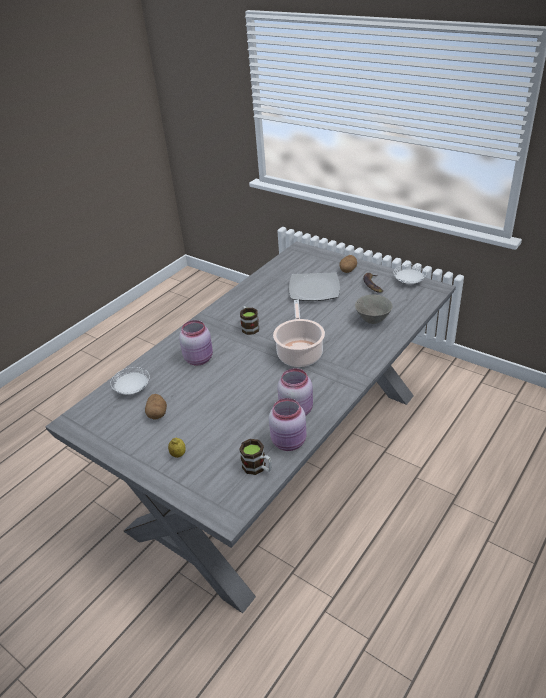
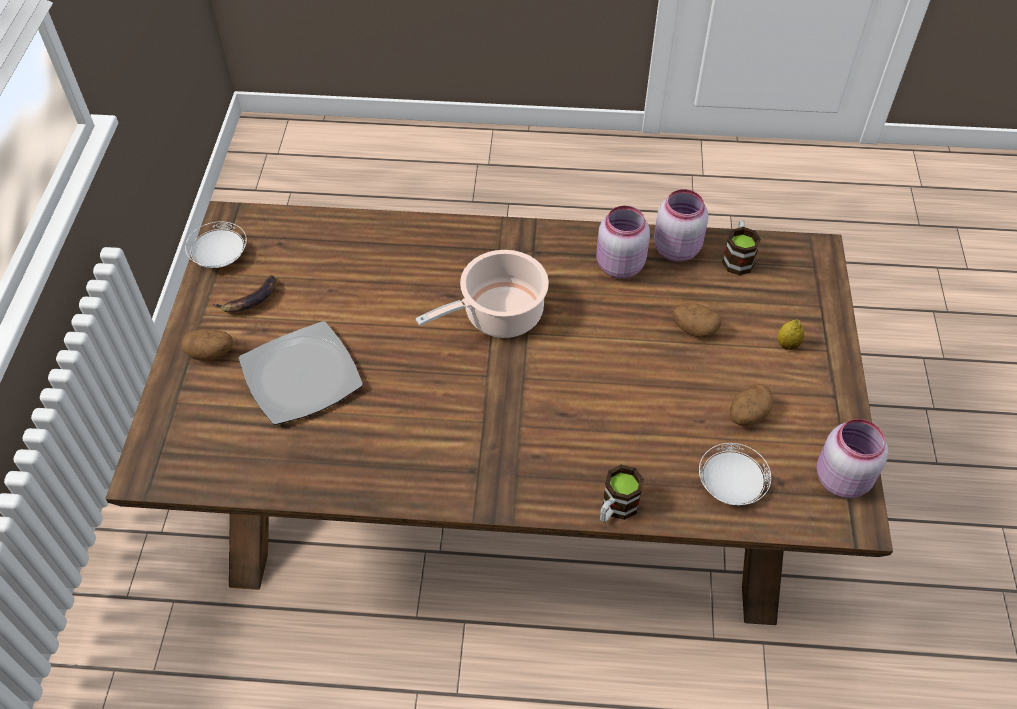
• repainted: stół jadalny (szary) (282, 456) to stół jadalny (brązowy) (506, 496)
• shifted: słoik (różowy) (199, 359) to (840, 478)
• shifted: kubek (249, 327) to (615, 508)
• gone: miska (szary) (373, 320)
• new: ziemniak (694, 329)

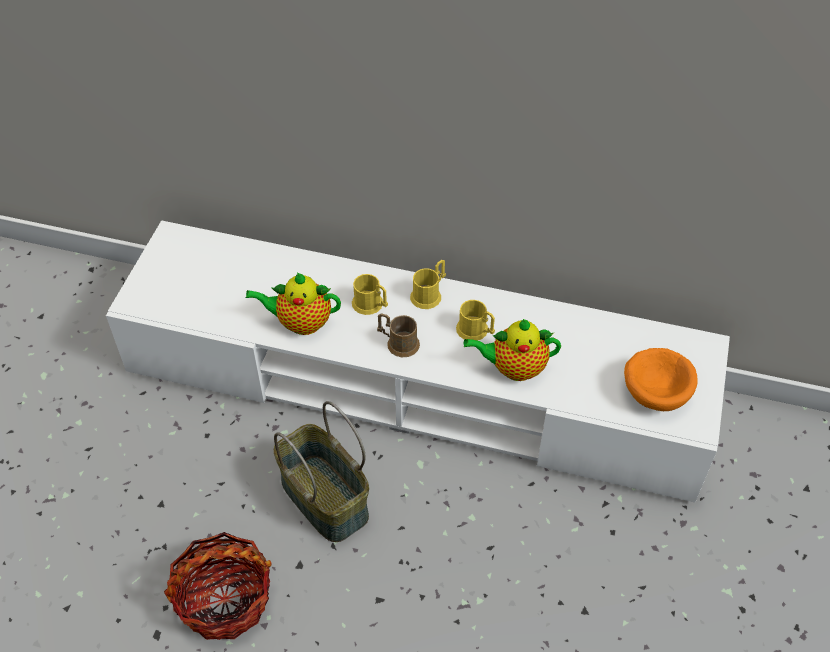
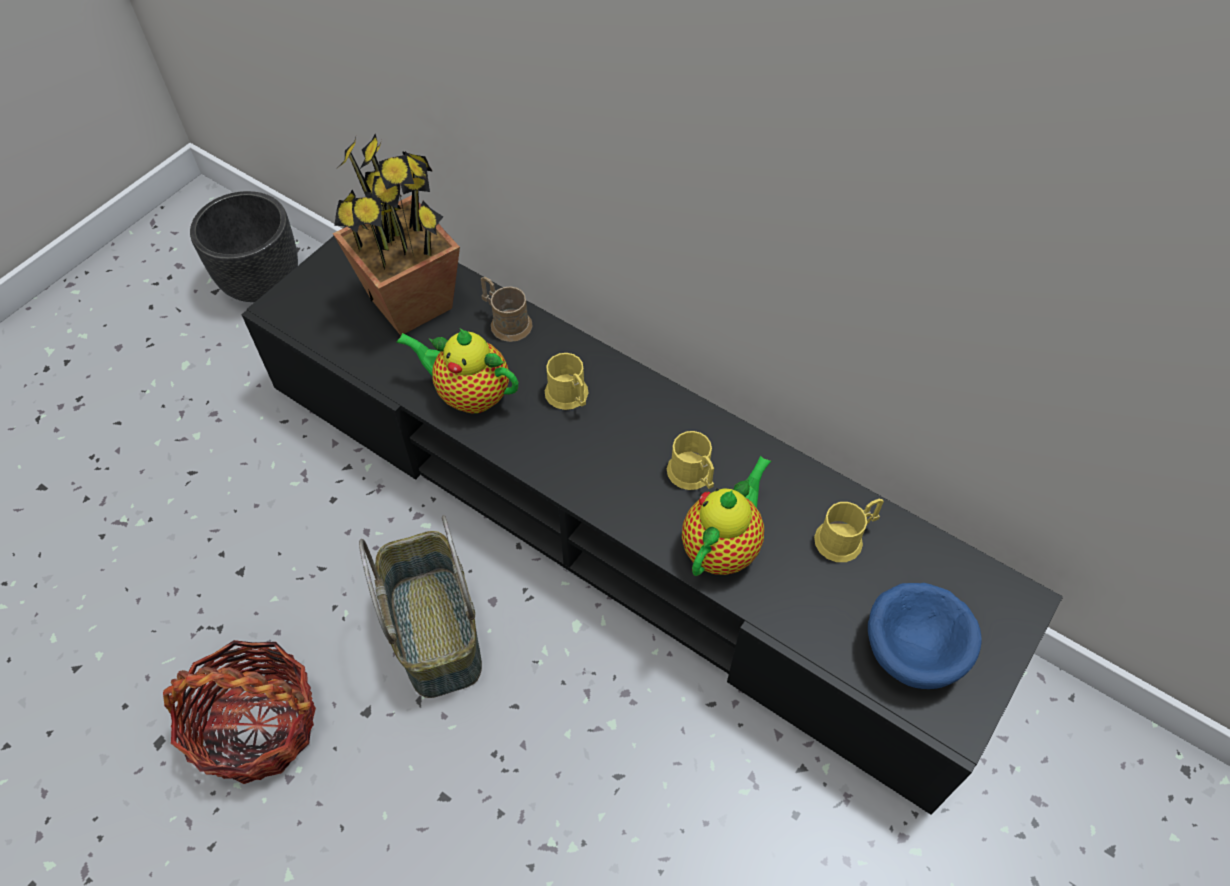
• repainted: szafka pod telewizor (biały) (416, 385) to szafka pod telewizor (czarny) (616, 515)
• shifted: kubek (brązowy) (398, 343) to (506, 322)
• shifted: kubek (żółty) (429, 294) to (845, 538)
• rotated: imbryk (514, 368) = (723, 546) 105 degrees clockwise
• repainted: miska (pomarańczowy) (656, 392) to miska (niebieski) (915, 648)
• new: donica (czarny) (263, 283)
• new: roślina doniczkowa (410, 303)

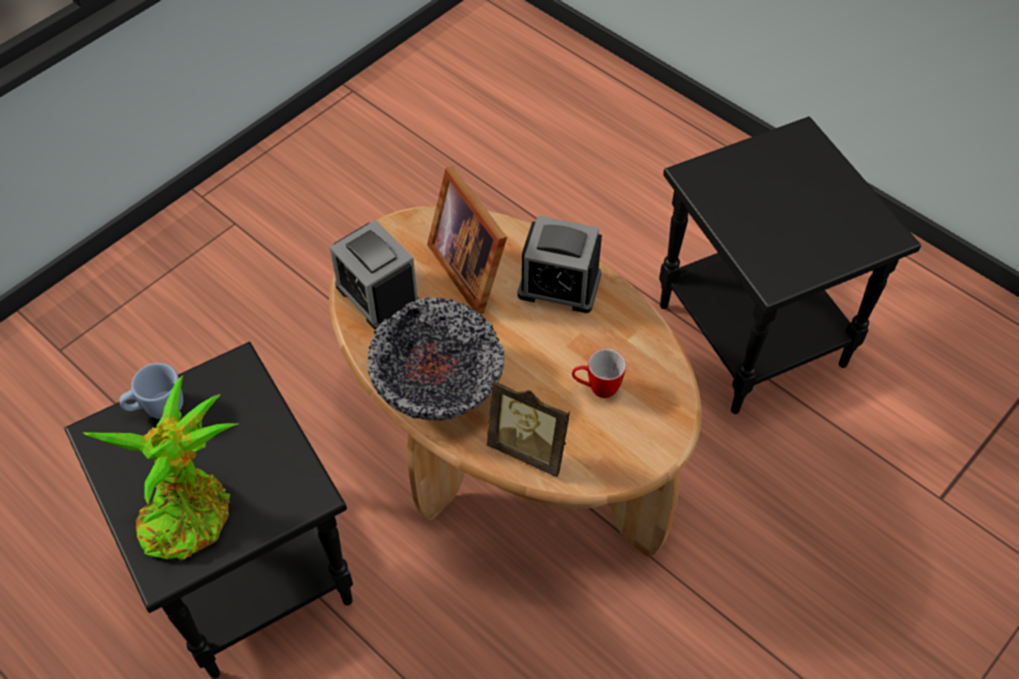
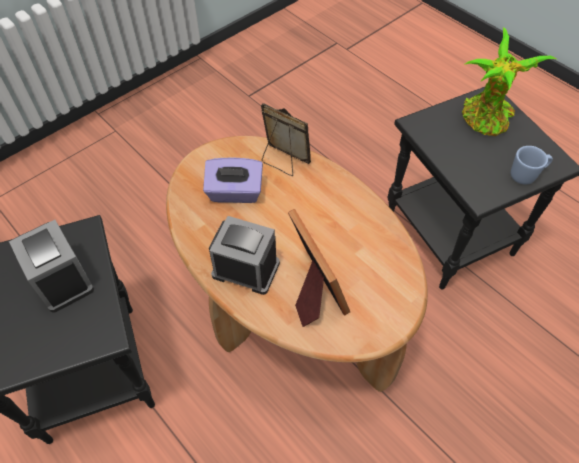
• shifted: budzik (377, 295) to (61, 279)
• gone: miska (439, 387)
• swapped: kubek (596, 388) to pudełko chusteczek (fioletowy) (234, 193)

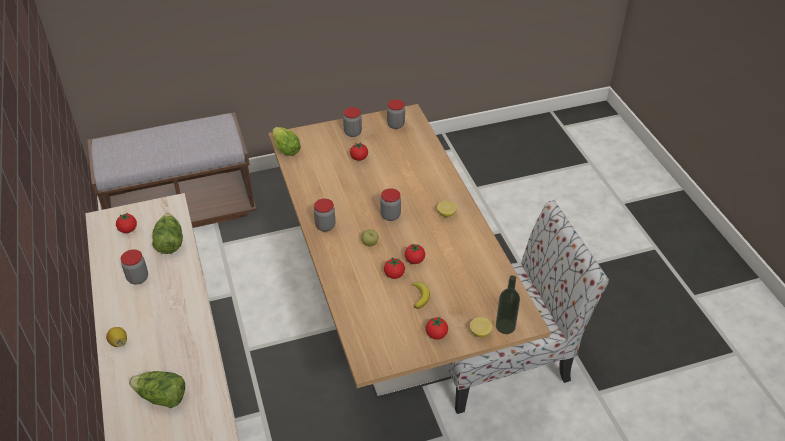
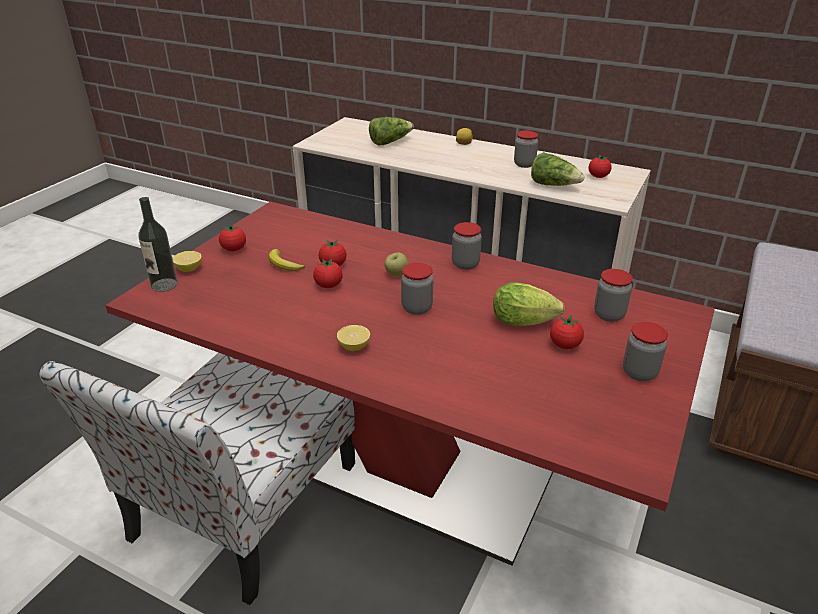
• repainted: stół jadalny (beżowy) (392, 315) to stół jadalny (czerwony) (409, 465)
• shifted: sałata (285, 148) to (526, 322)
• shifted: słoik (396, 125) to (609, 315)

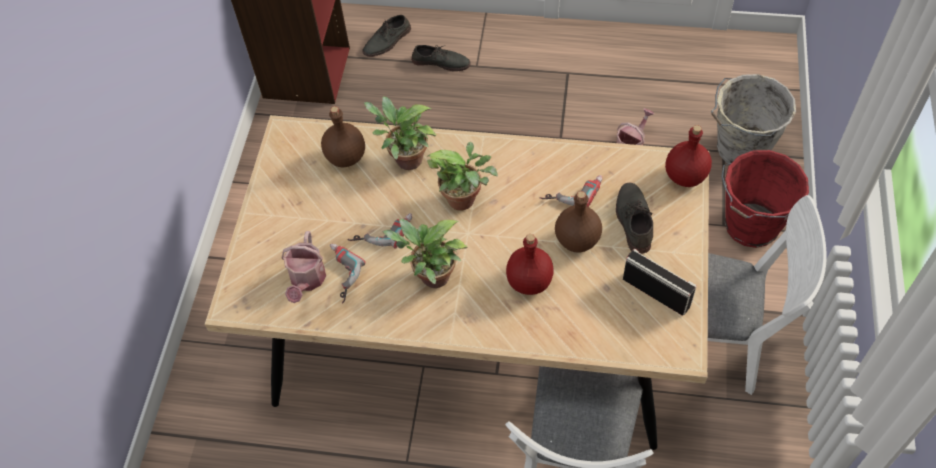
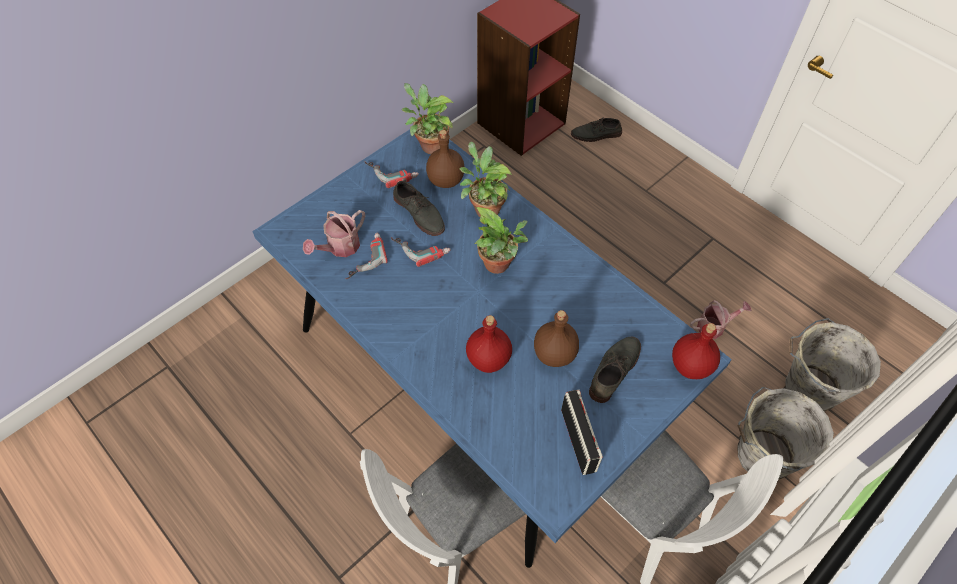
• repainted: stół jadalny (beżowy) (473, 327) to stół jadalny (niebieski) (476, 375)
• shifted: roślina doniczkowa (431, 277) to (429, 145)
• shifted: but (szary) (441, 62) to (419, 213)
• shifted: wiertarka (572, 190) to (392, 171)
• repainted: wiadro (czerwony) (750, 227) to wiadro (szary) (761, 456)

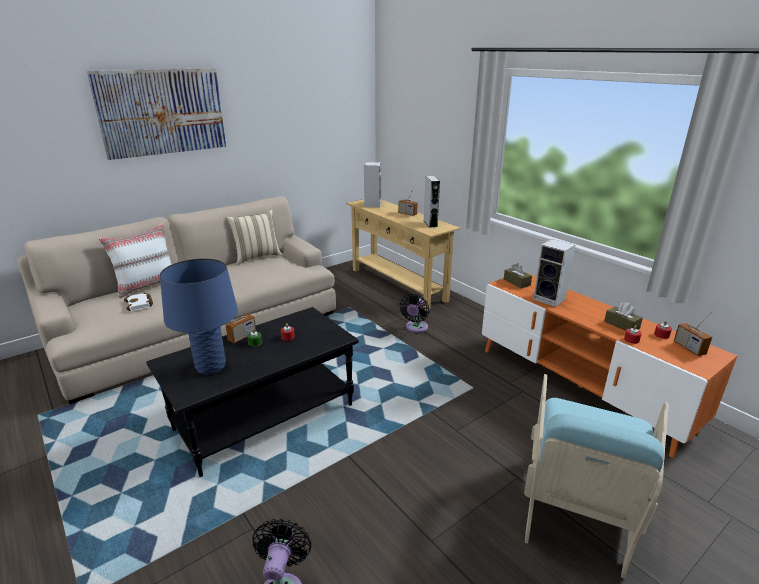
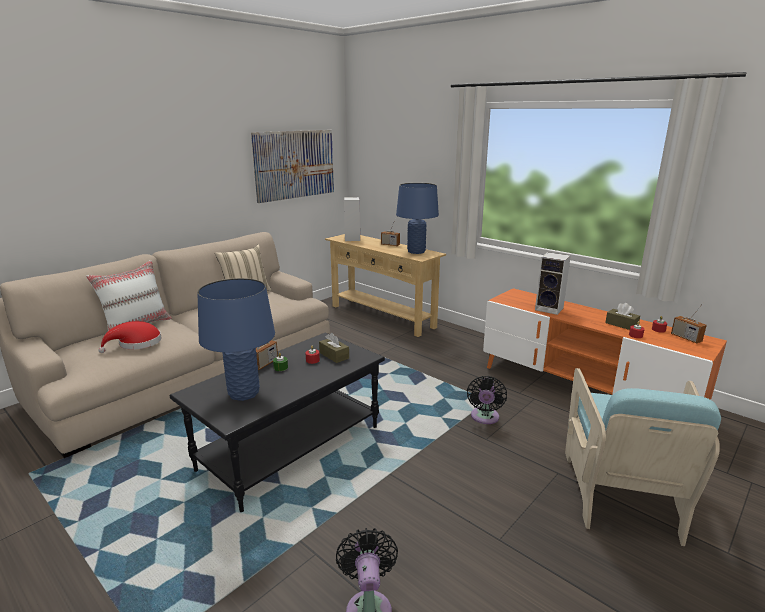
• shifted: obraz (162, 112) to (294, 164)
• swapped: książka (biały) (140, 304) to kapelusz (czerwony) (136, 343)
• shifted: wentylator (czarny) (415, 328) to (484, 418)
• swapped: głośnik (szary) (430, 223) to lampa stołowa (niebieski) (416, 251)
• shifted: pudełko chusteczek (brązowy) (516, 282) to (334, 355)

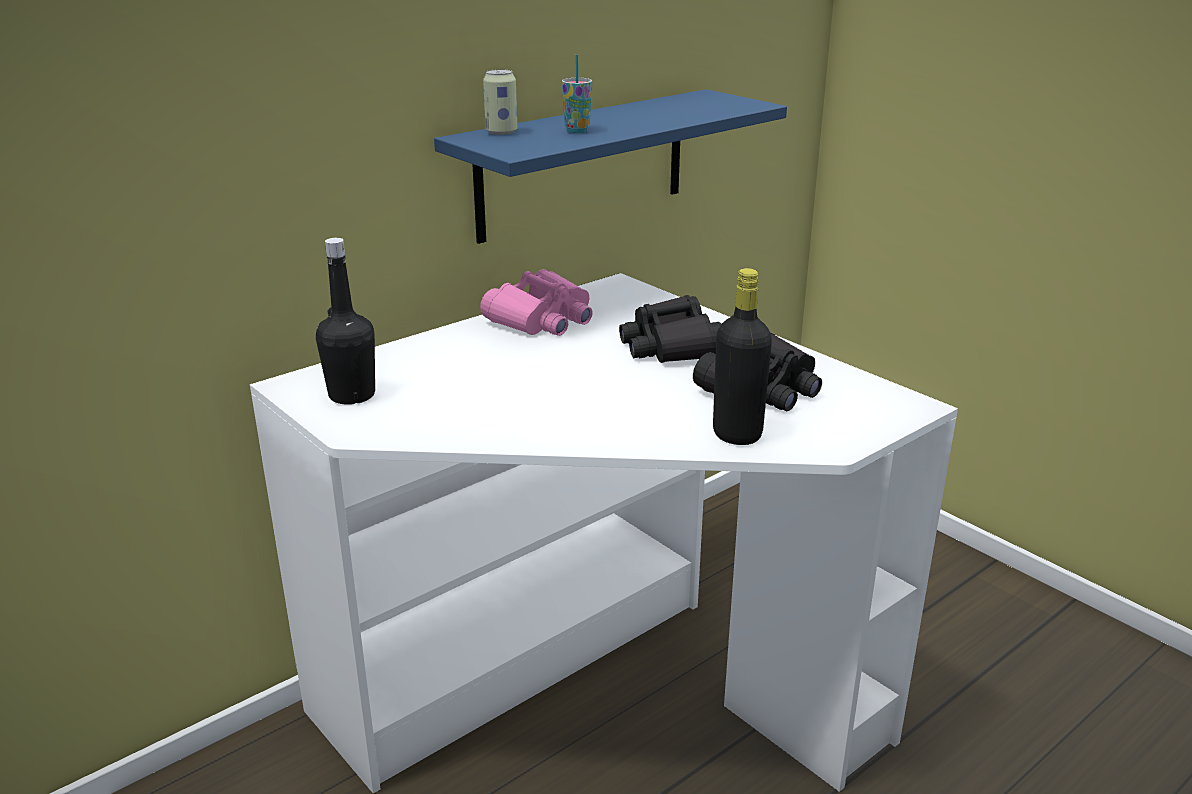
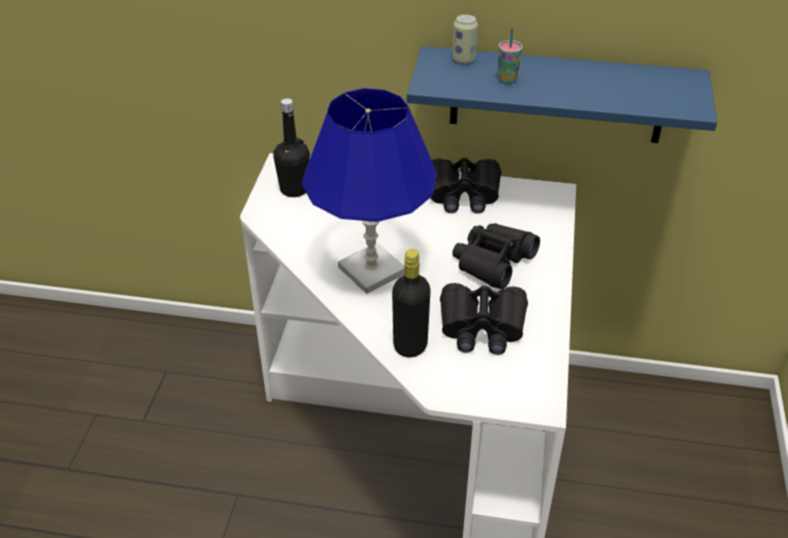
• repainted: lornetka (różowy) (542, 319) to lornetka (czarny) (463, 194)
• new: lampa stołowa (niebieski) (371, 270)

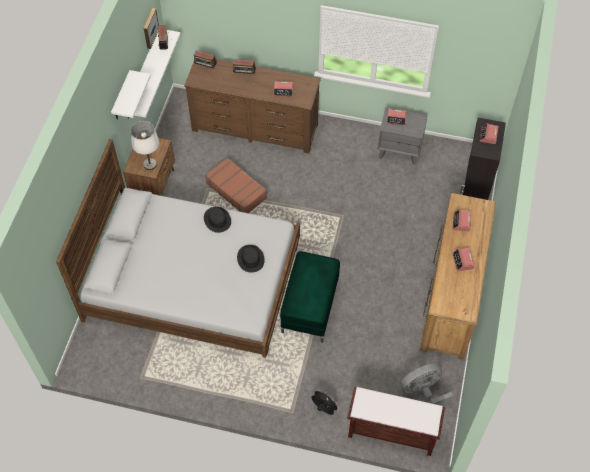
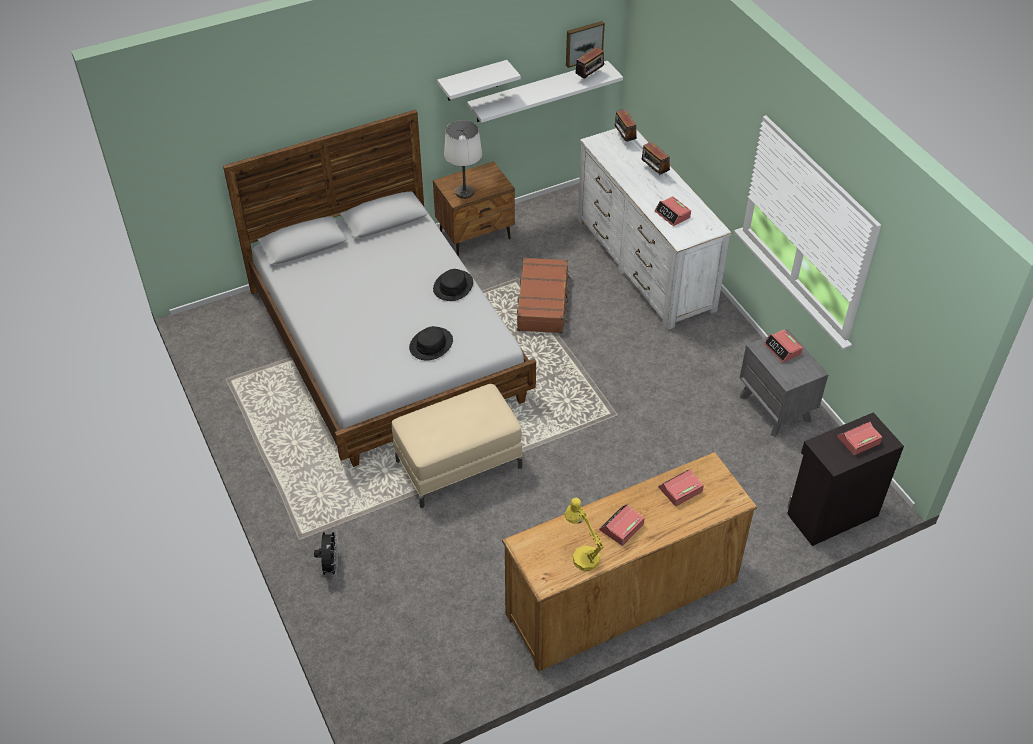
• repainted: komoda (brązowy) (255, 127) to komoda (biały) (644, 264)
• repainted: pufa (zielony) (310, 305) to pufa (beżowy) (459, 463)
• gone: ławka (brązowy) (390, 432)
• gone: wentylator (szary) (423, 392)
• new: lampa stołowa (żółty) (582, 555)

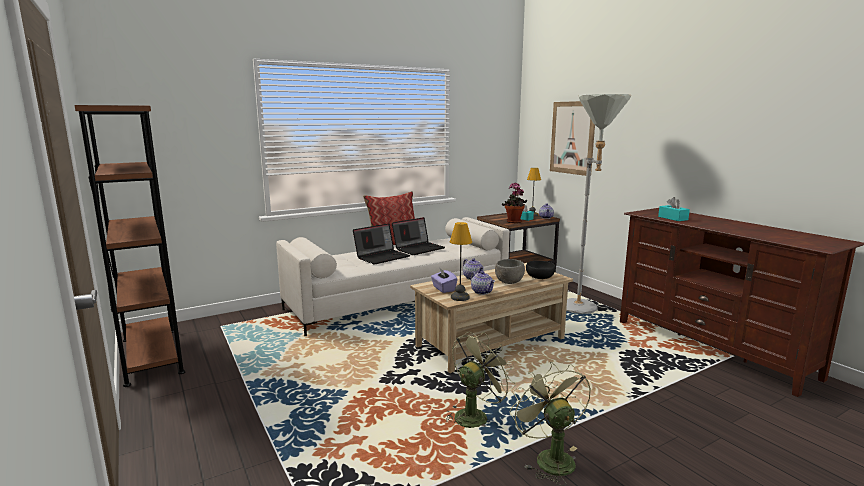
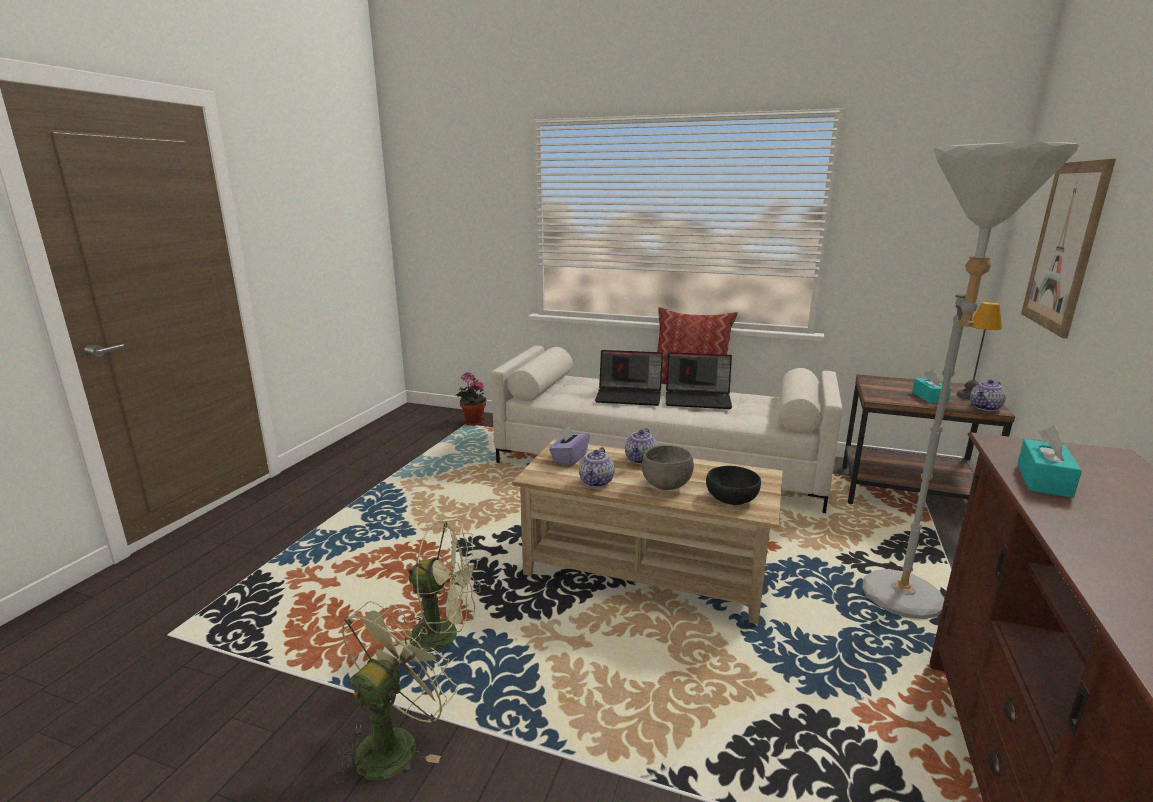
• gone: regał (brązowy) (152, 355)
• gone: lampa stołowa (460, 297)
• shifted: roślina doniczkowa (513, 222) to (472, 423)

